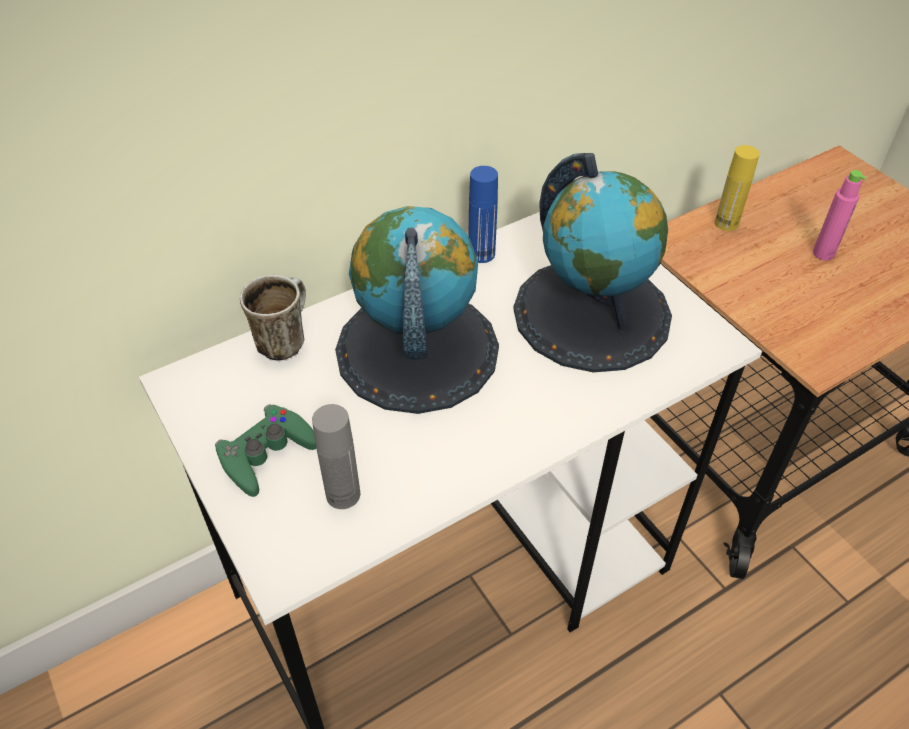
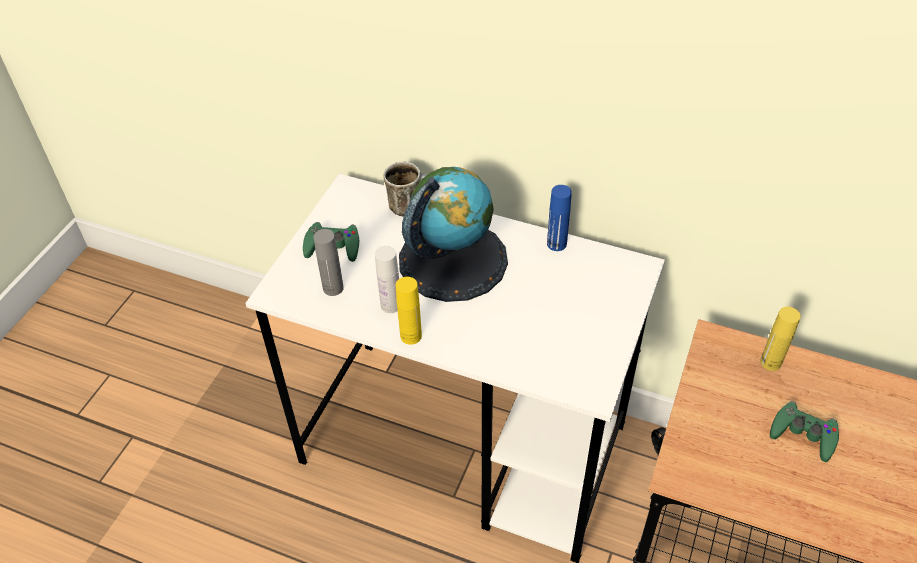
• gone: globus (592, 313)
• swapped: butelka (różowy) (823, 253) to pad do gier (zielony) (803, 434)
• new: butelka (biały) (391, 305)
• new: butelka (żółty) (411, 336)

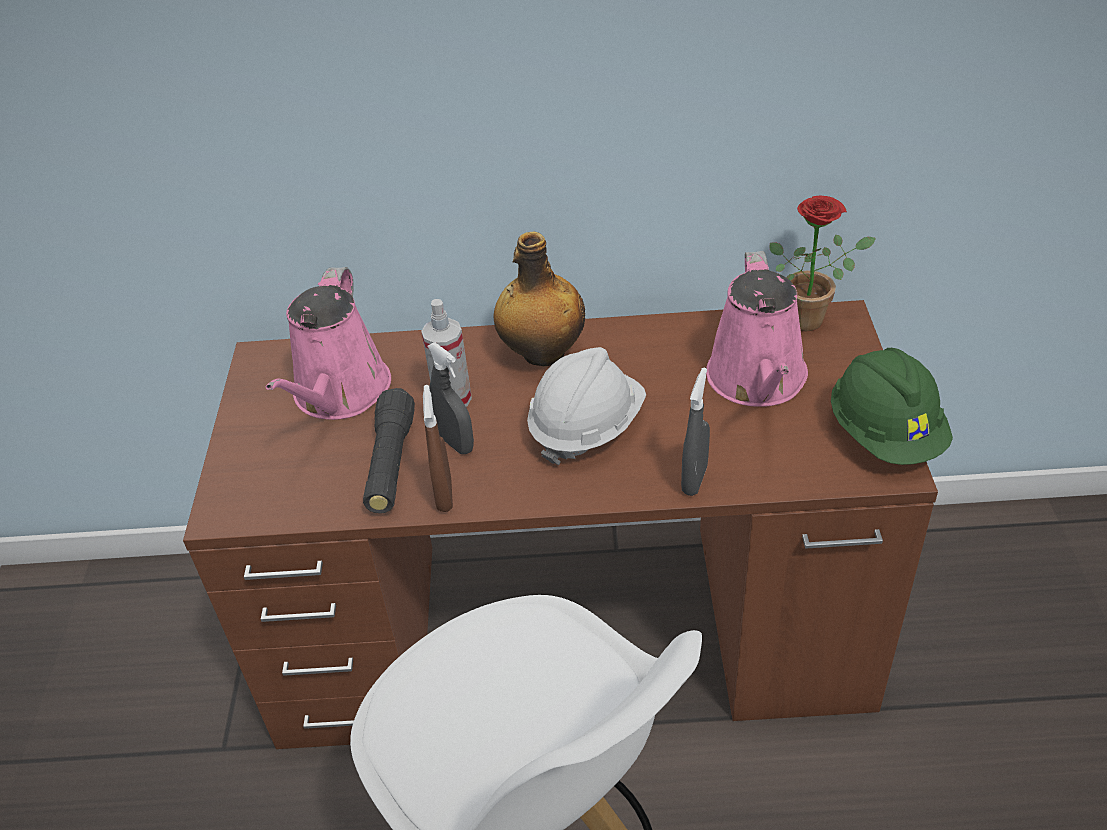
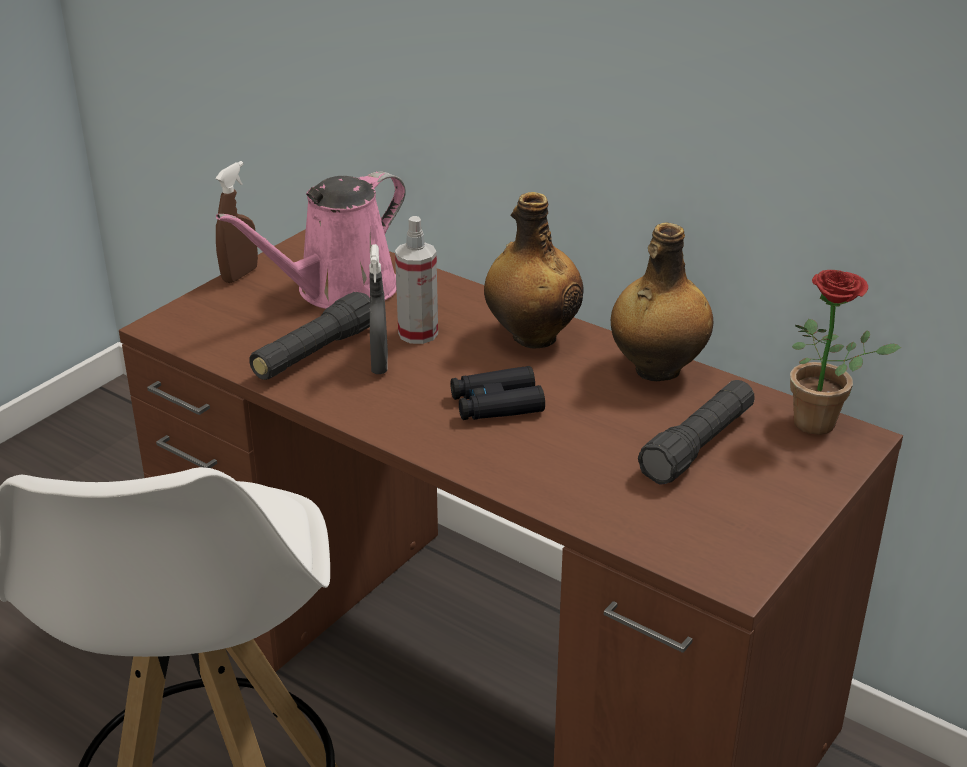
• shifted: spryskiwacz (brązowy) (444, 495) to (240, 275)
• swapped: kask (biały) (586, 427) to lornetka (czarny) (496, 404)
• gone: spryskiwacz (szary) (694, 479)
• swapped: konewka (różowy) (758, 381) to latarka (czarny) (698, 446)
• gone: kask (zielony) (885, 434)
• new: butelka (656, 370)

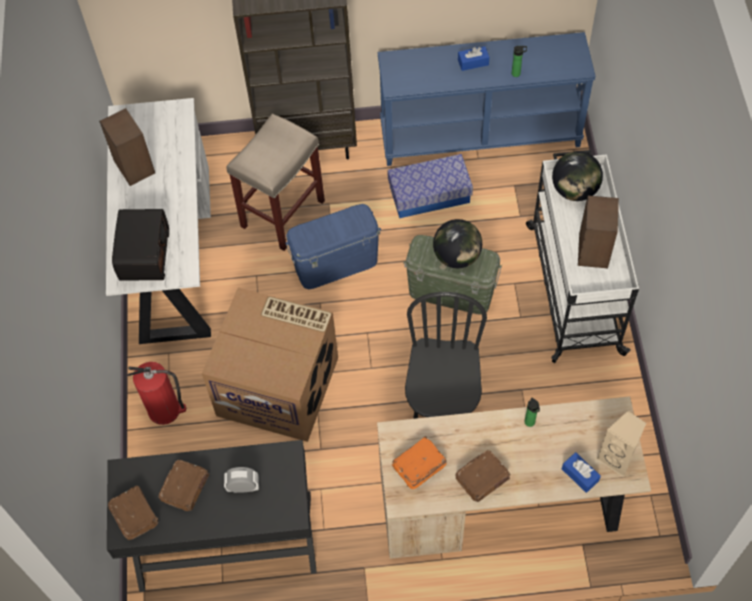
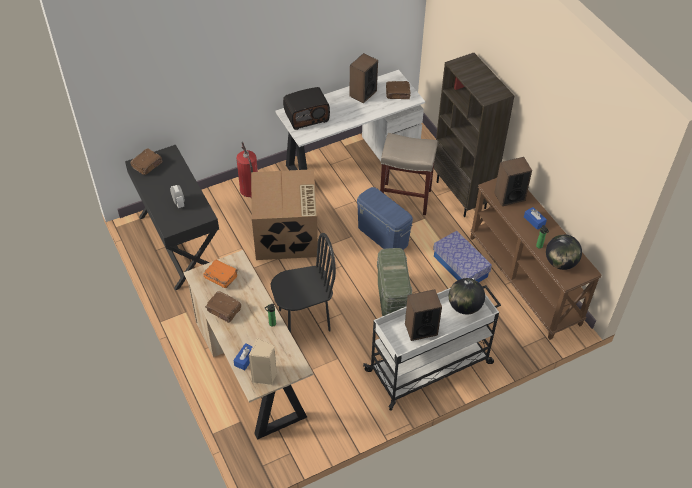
• shifted: książka (brązowy) (186, 488) to (398, 94)
• repainted: stolik konsolowy (niebieski) (480, 134) to stolik konsolowy (brązowy) (525, 280)
• shifted: globus (457, 256) to (560, 263)
• new: głośnik (509, 196)

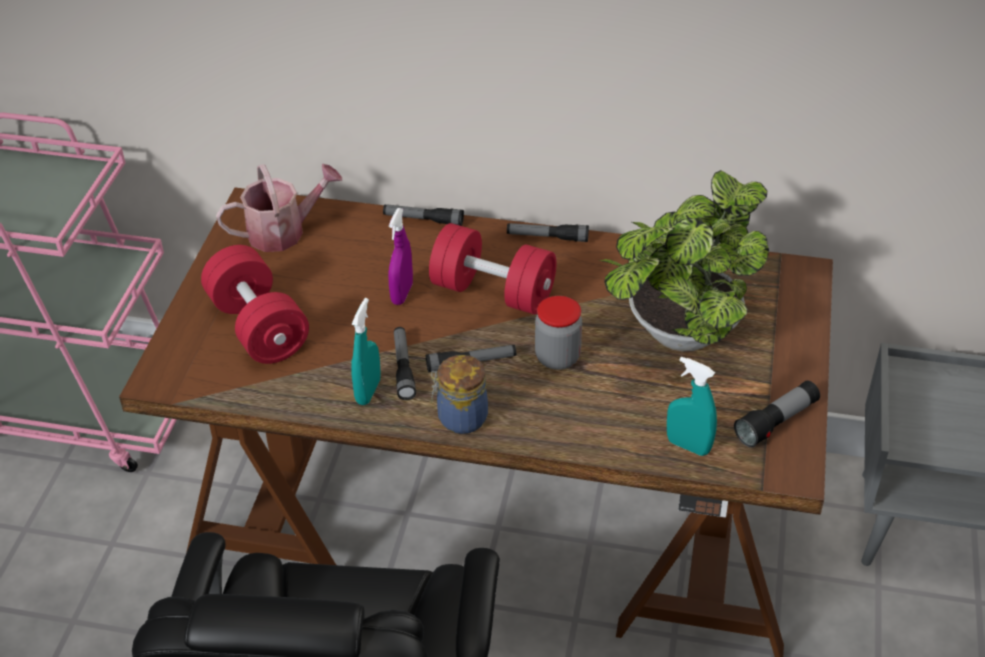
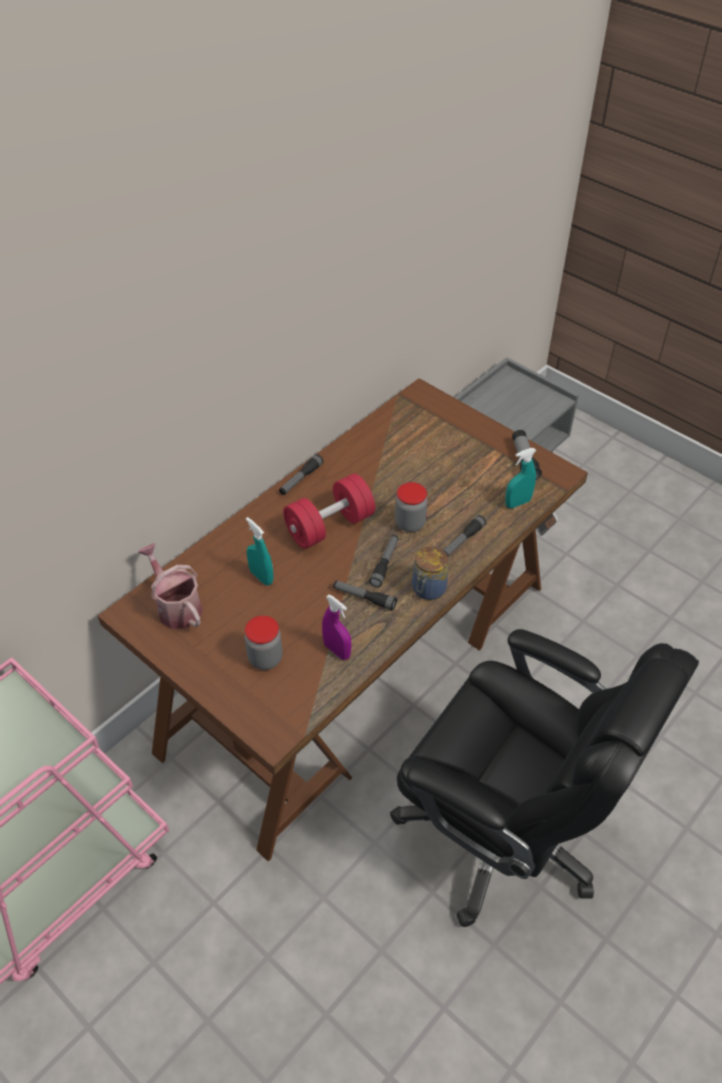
• swapped: hantel (czerwony) (258, 327) to słoik (265, 658)
• rotated: konewka (284, 232) = (176, 606) 45 degrees counterclockwise
• shifted: spryskiwacz (turkusowy) (368, 391) to (261, 577)
• shifted: latarka (423, 220) to (462, 541)
• shifted: spryskiwacz (fioletowy) (402, 294) to (337, 650)
• gone: roślina doniczkowa (678, 337)

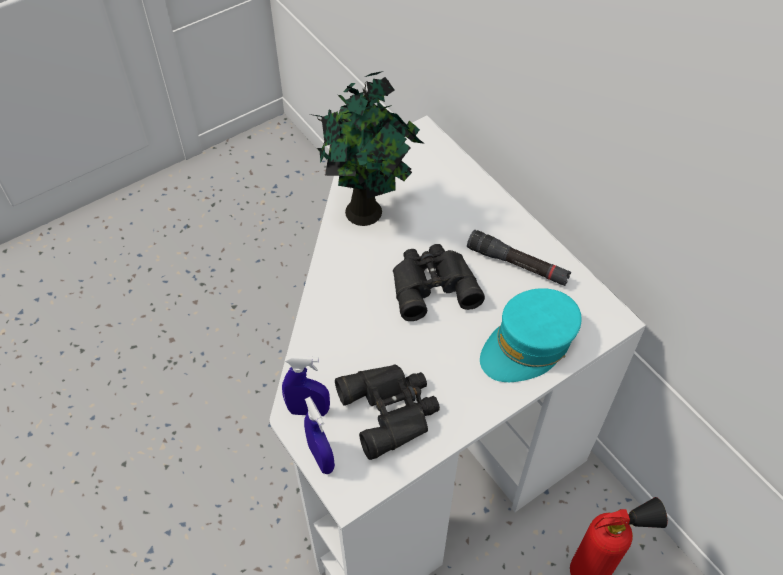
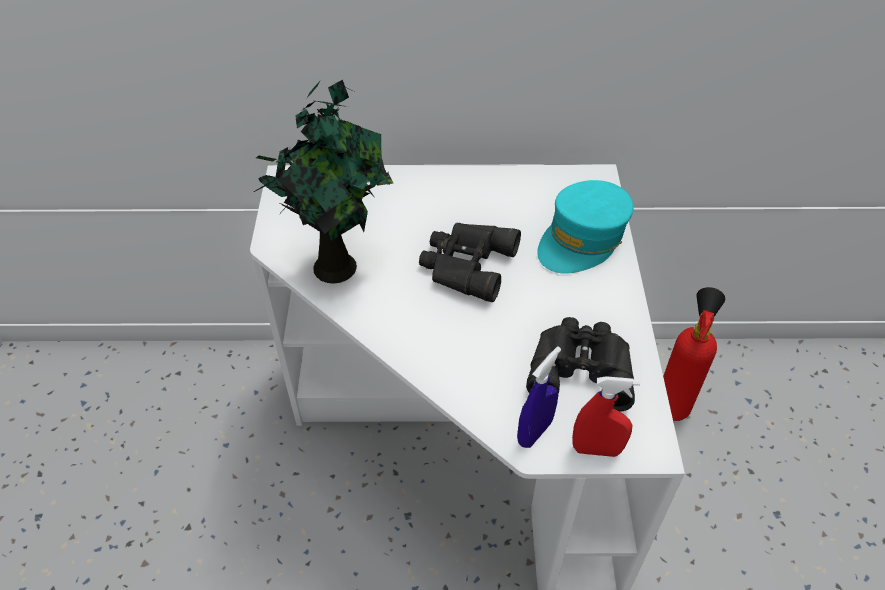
• repainted: spryskiwacz (niebieski) (321, 458) to spryskiwacz (czerwony) (596, 449)
• gone: latarka (czarny) (517, 264)
• rotated: czapka z daszkiem (turkusowy) (528, 345) = (582, 239) 45 degrees clockwise

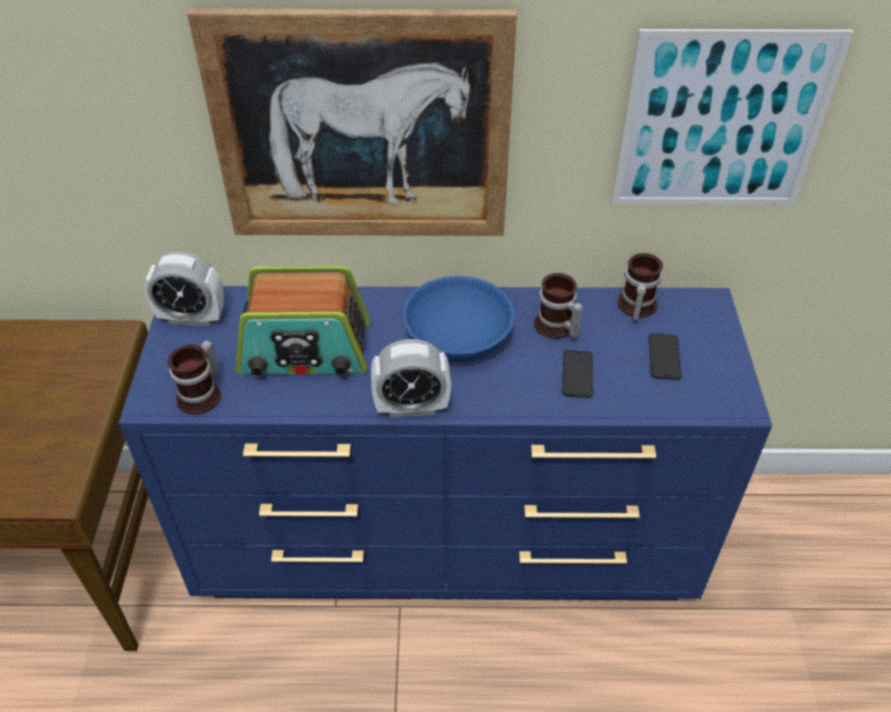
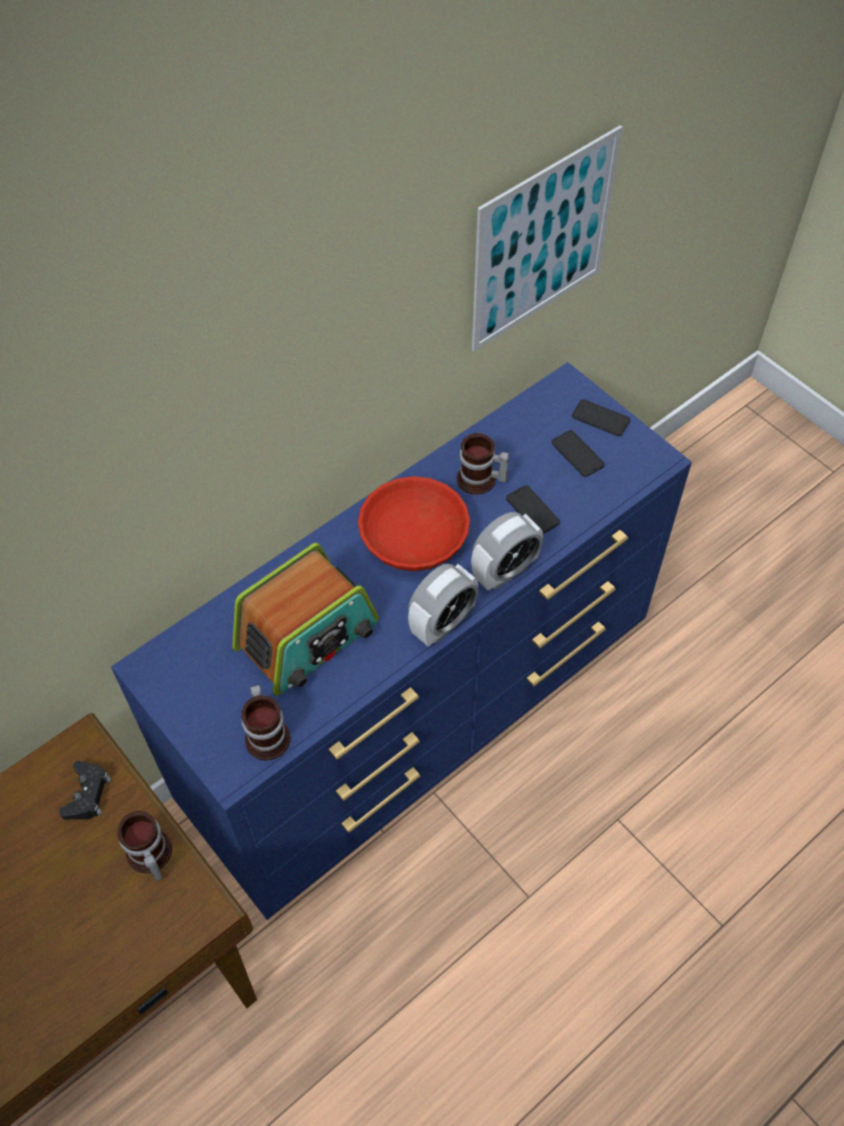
• shifted: budzik (192, 317) to (504, 571)
• gone: obraz (362, 130)
• repainted: miska (niebieski) (458, 335) to miska (czerwony) (414, 538)
• shifted: kubek (634, 306) to (149, 856)
• new: pad do gier (czarny) (87, 794)
• new: telefon (600, 418)

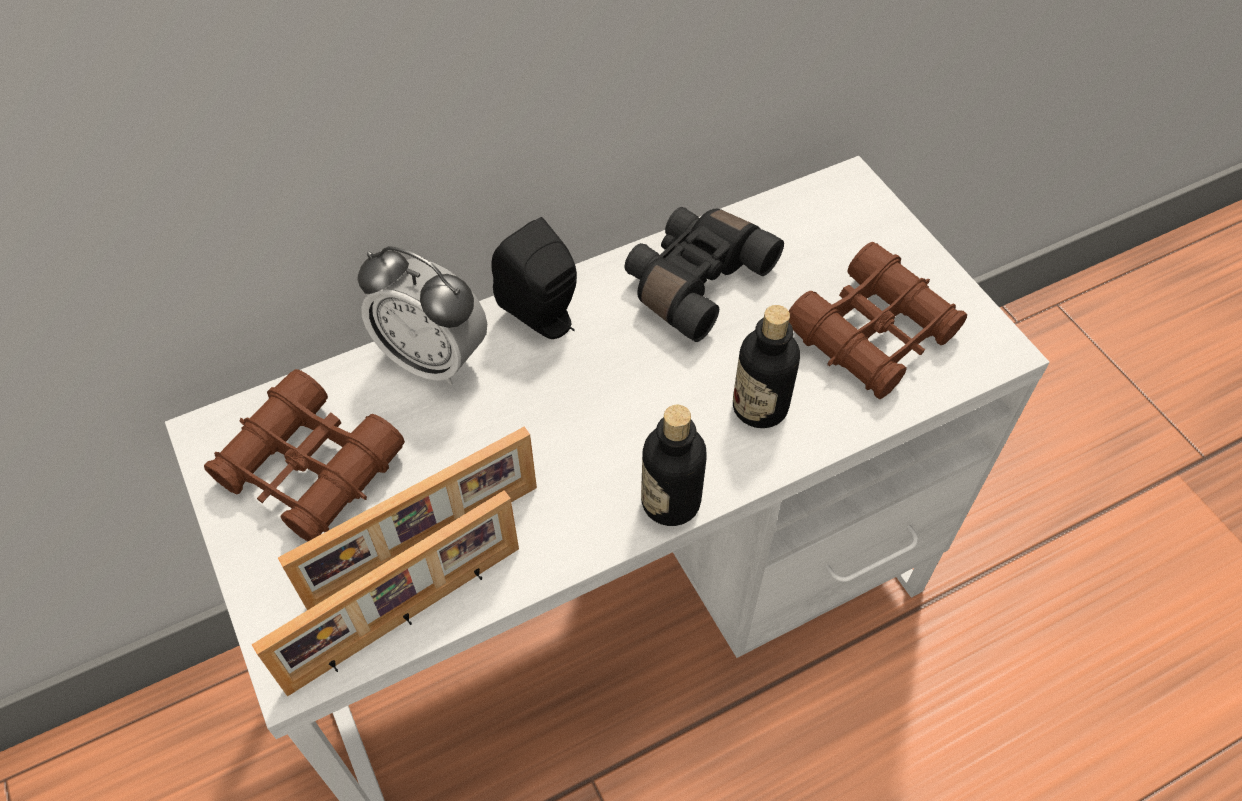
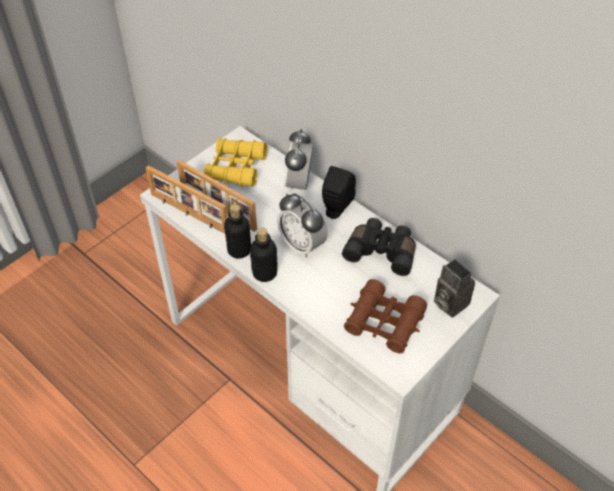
• repainted: lornetka (brązowy) (310, 469) to lornetka (żółty) (236, 168)
• shifted: butelka (760, 407) to (239, 250)
• new: budzik (302, 245)
• new: aparat fotograficzny (448, 303)

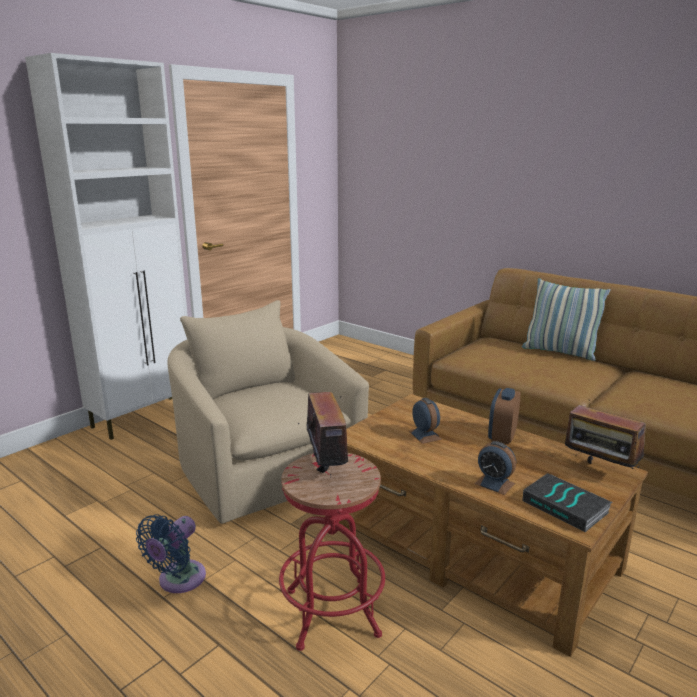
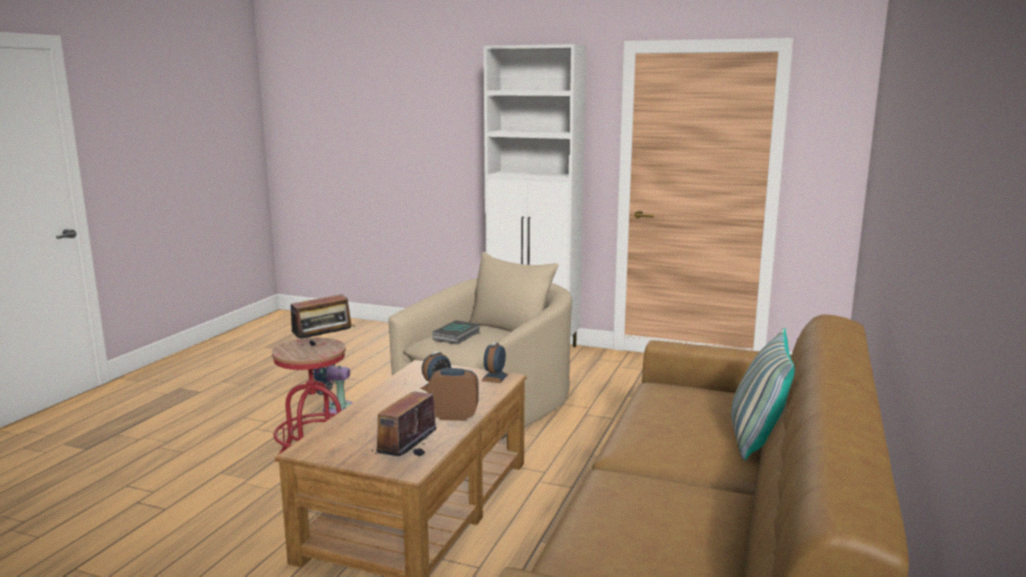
• shifted: budzik (494, 483) to (494, 377)
• shifted: książka (566, 507) to (457, 336)

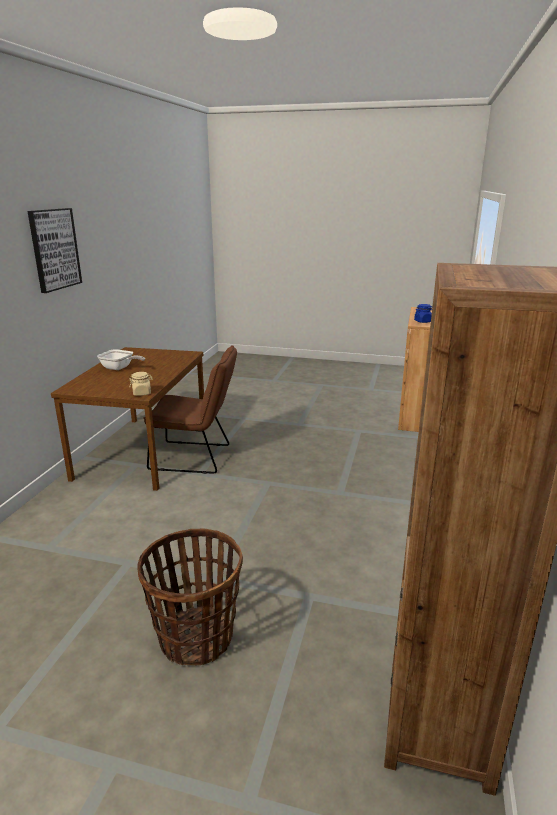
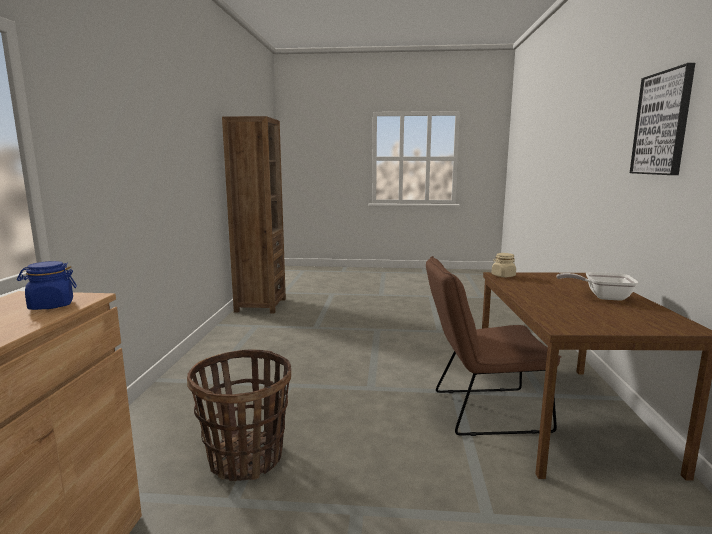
• shifted: koszyk (196, 637) to (246, 458)

